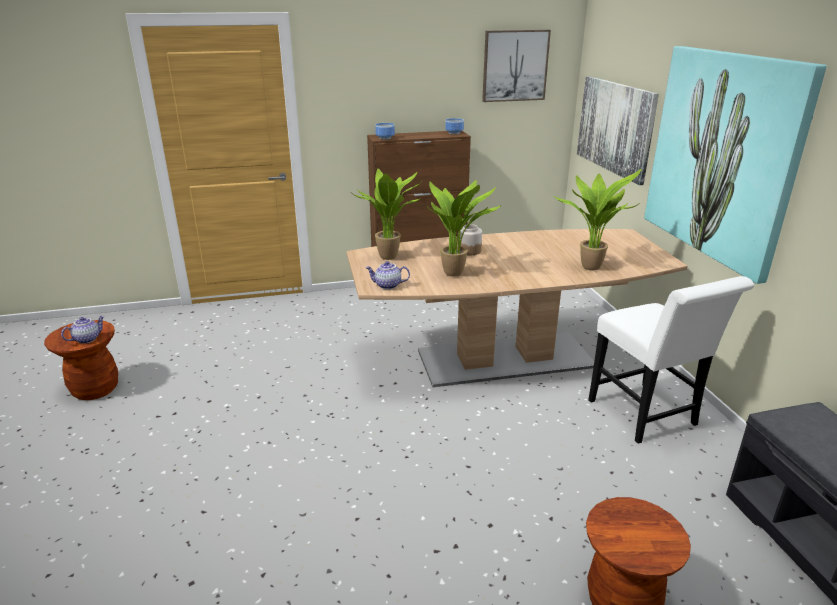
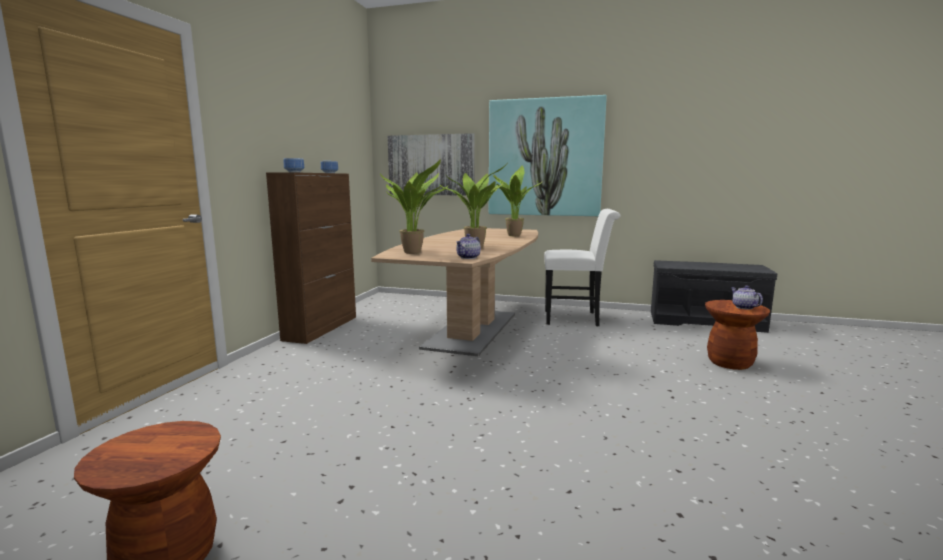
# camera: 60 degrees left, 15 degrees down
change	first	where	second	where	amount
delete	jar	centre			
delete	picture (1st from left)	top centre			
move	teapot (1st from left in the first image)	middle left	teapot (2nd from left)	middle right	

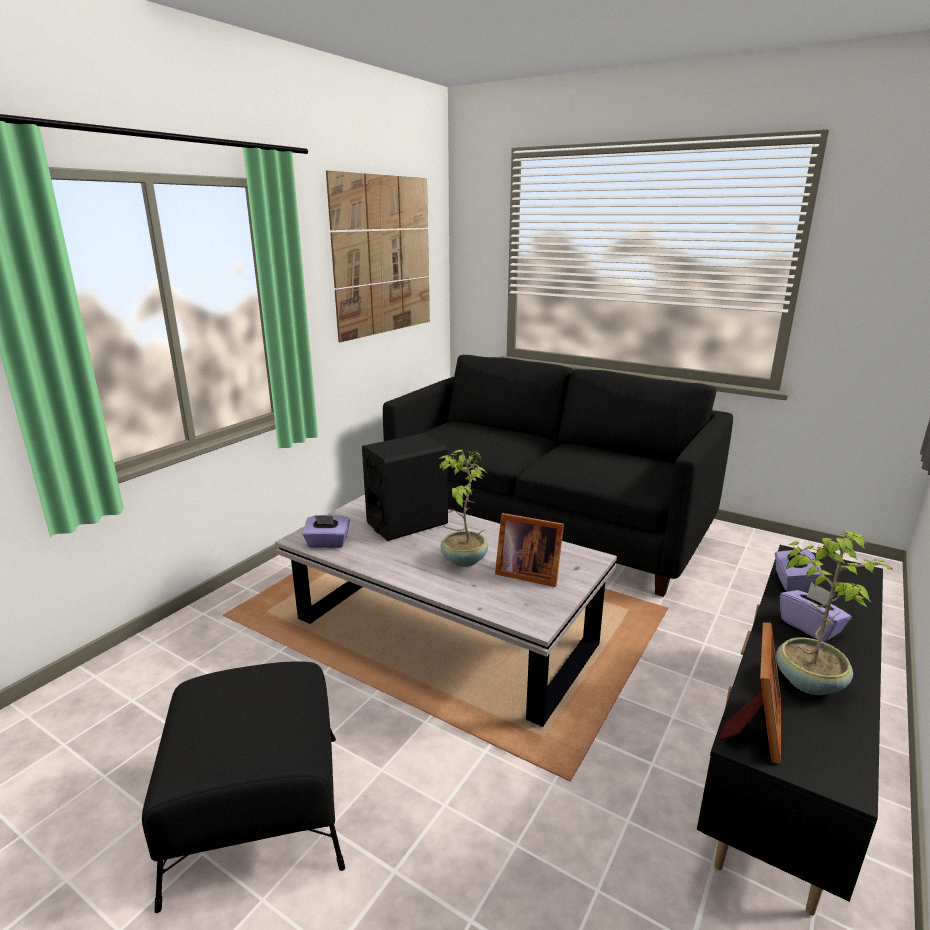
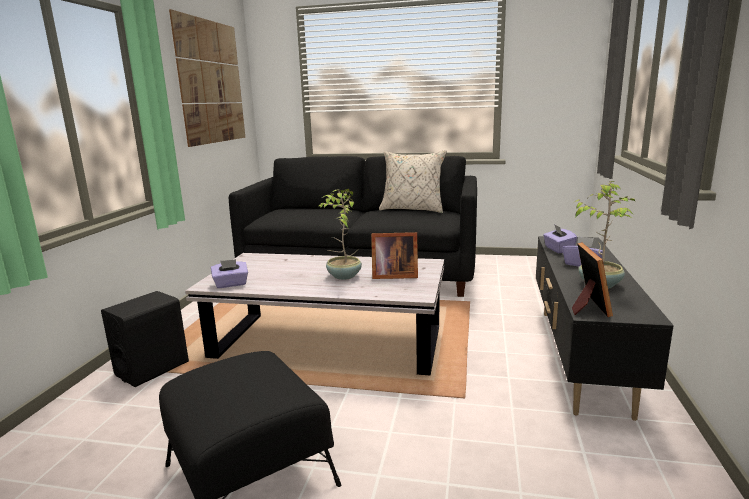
# camera: 20 degrees left, 5 degrees down
change	first	where	second	where	amount
insert			pillow (beige)	centre	
move	speaker (black)	centre		bottom left	

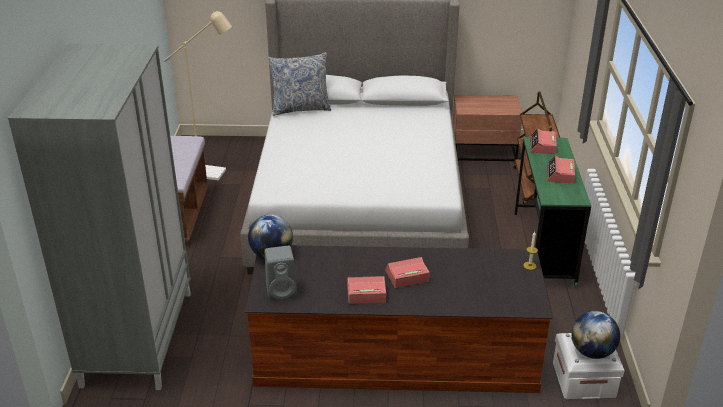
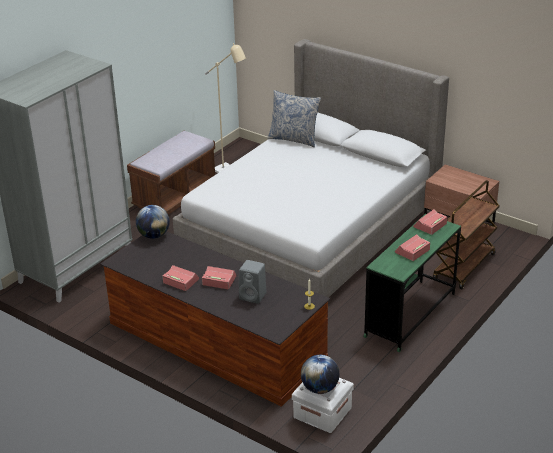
# camera: 35 degrees right, 0 degrees up
change	first	where	second	where	amount
move	speaker (grey)	bottom centre		centre	

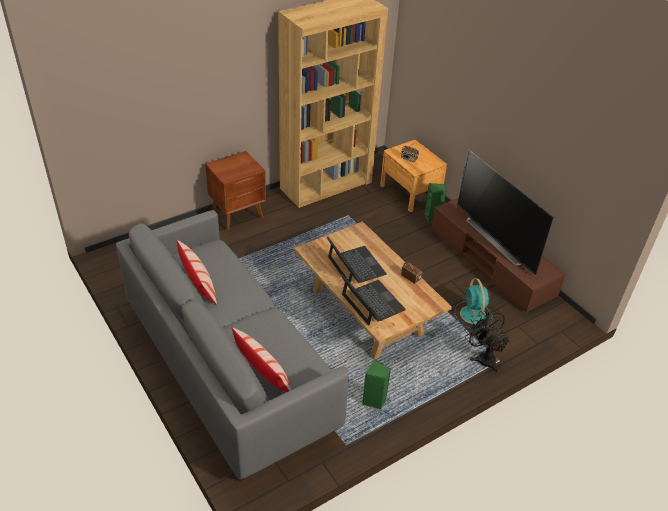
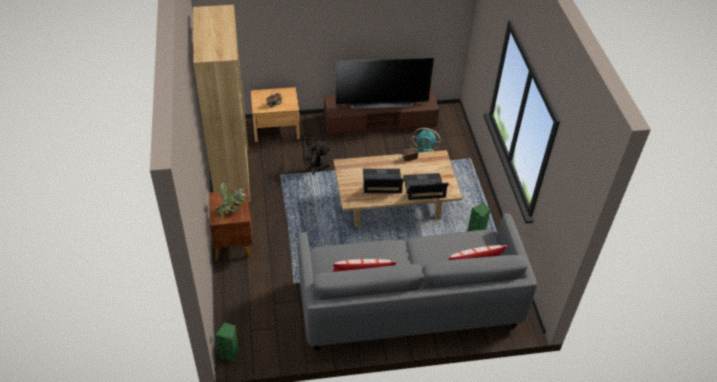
# camera: 65 degrees left, 5 degrees up
change	first	where	second	where	amount
insert			potted plant	middle left	
move	speaker (green) (2nd from left in the first image)	centre	speaker (green) (1st from left)	bottom left	
move	fan (black)	middle right		centre	

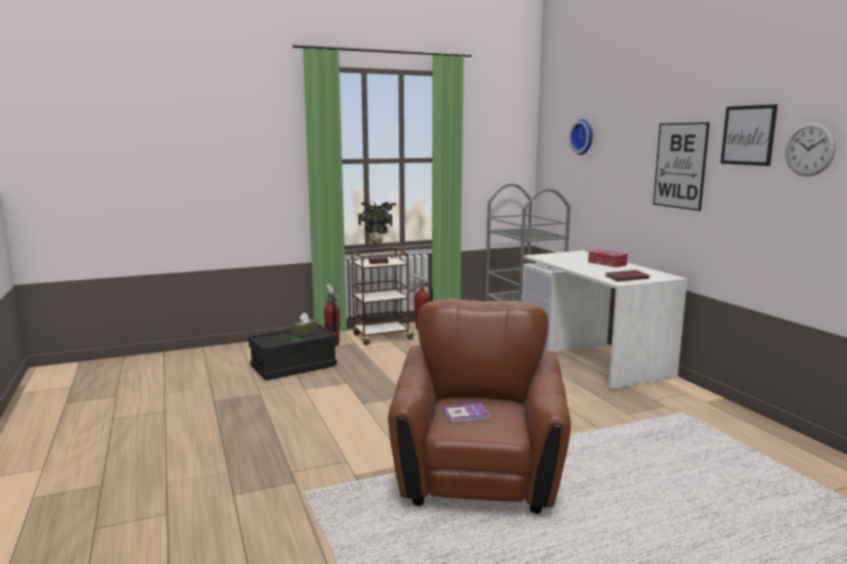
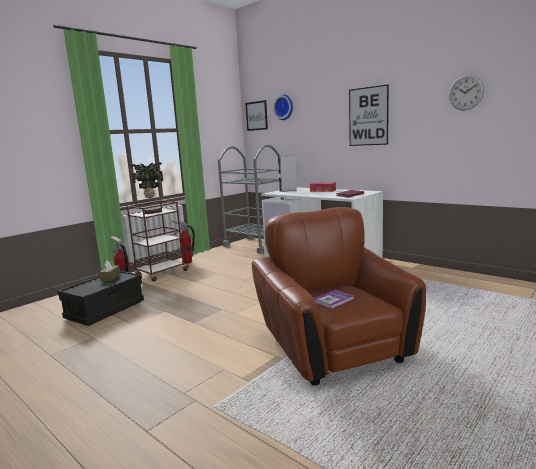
# camera: 25 degrees left, 0 degrees up
change	first	where	second	where	amount
insert			speaker (grey)	centre	
move	picture (2nd from left in the first image)	top right	picture (1st from left)	top centre	

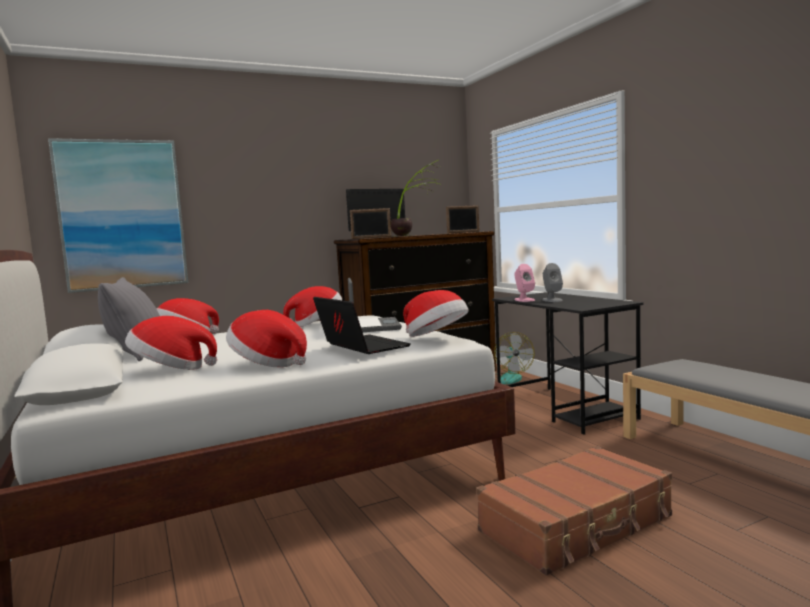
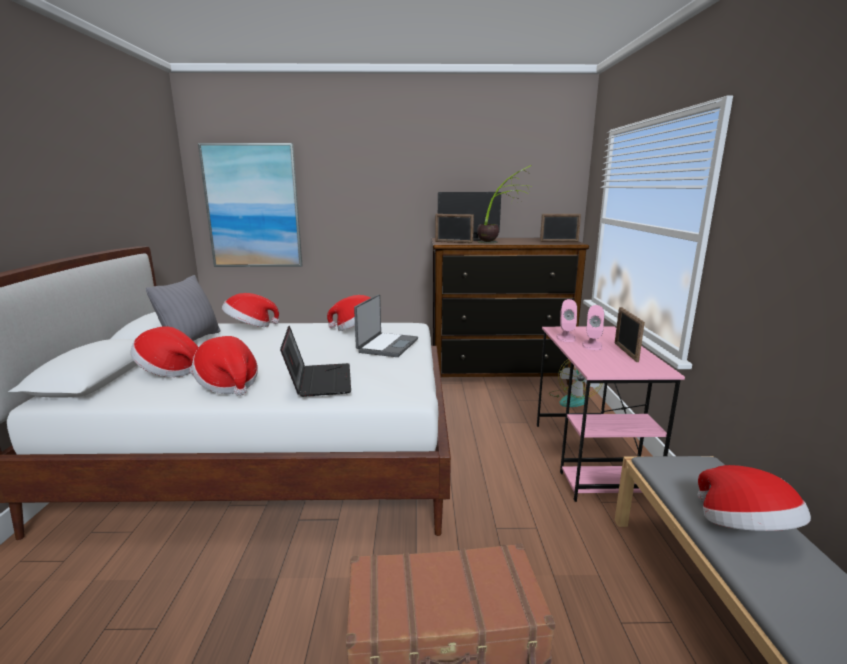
# camera: 25 degrees right, 10 degrees up
change	first	where	second	where	amount
insert			picture frame (3rd from left)	middle right	
move	hat (5th from left)	centre		bottom right	
recolor	desk (black)	middle right	desk (pink)	middle right	
recolor	speaker (grey)	middle right	speaker (pink) (2nd from left)	middle right	

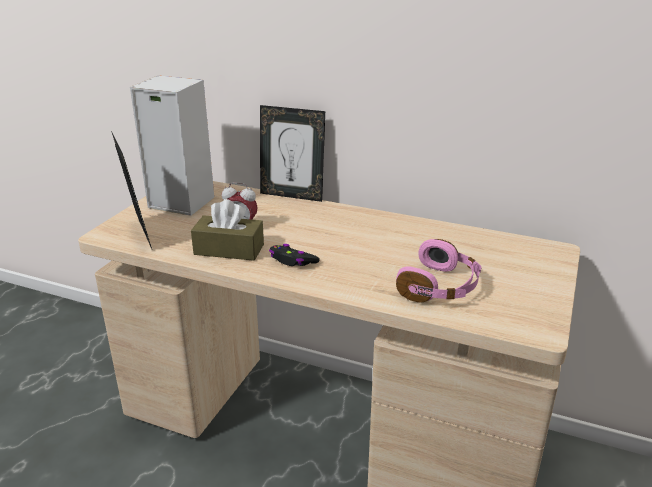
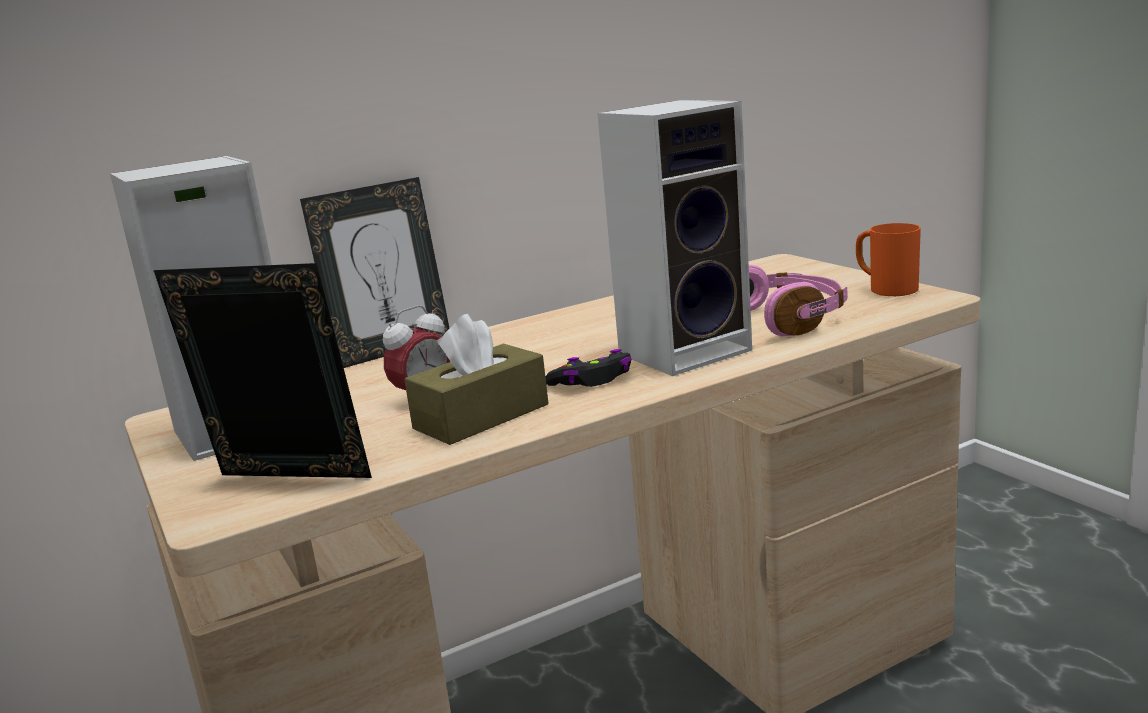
# camera: 50 degrees left, 10 degrees down
change	first	where	second	where	amount
insert			speaker (2nd from left)	centre	
insert			mug (orange)	middle right	

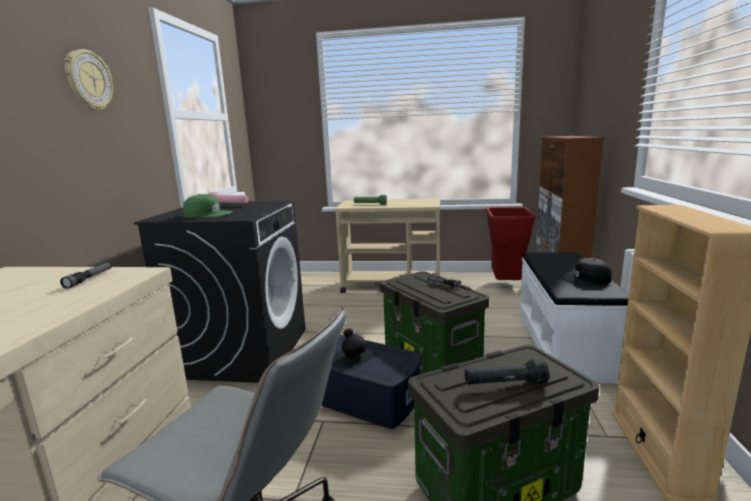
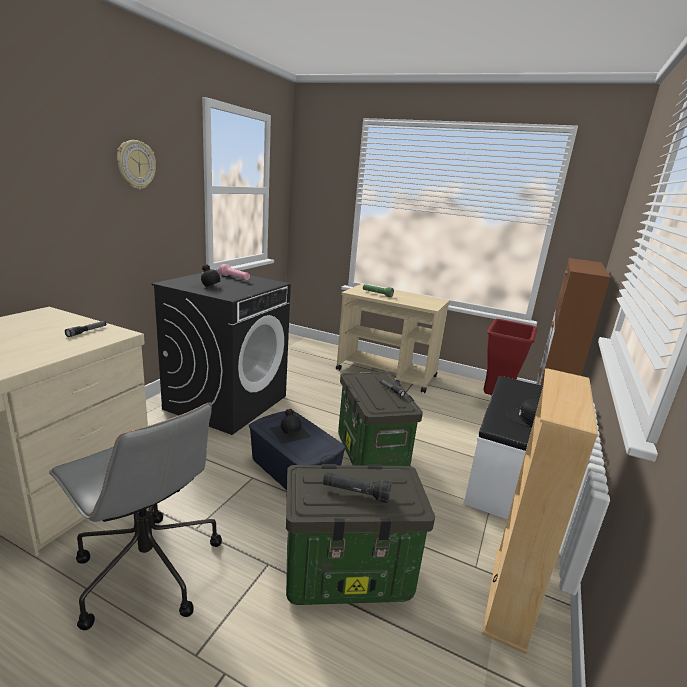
# camera: 15 degrees right, 5 degrees up
change	first	where	second	where	amount
replace	cap (green)	middle left	bottle (black) (1st from left)	middle left	

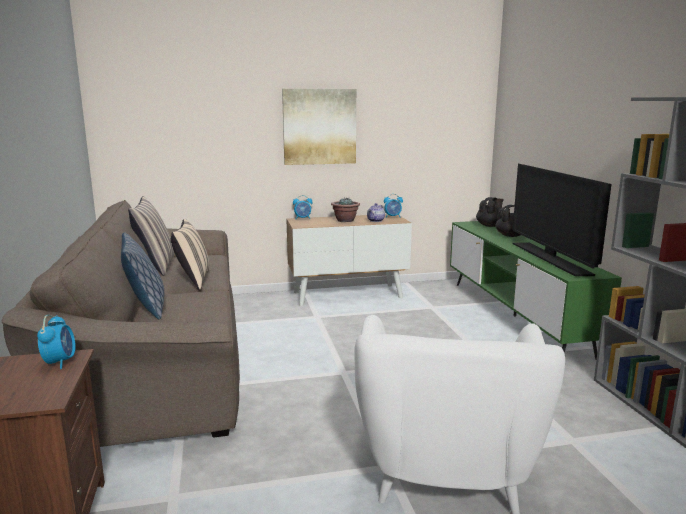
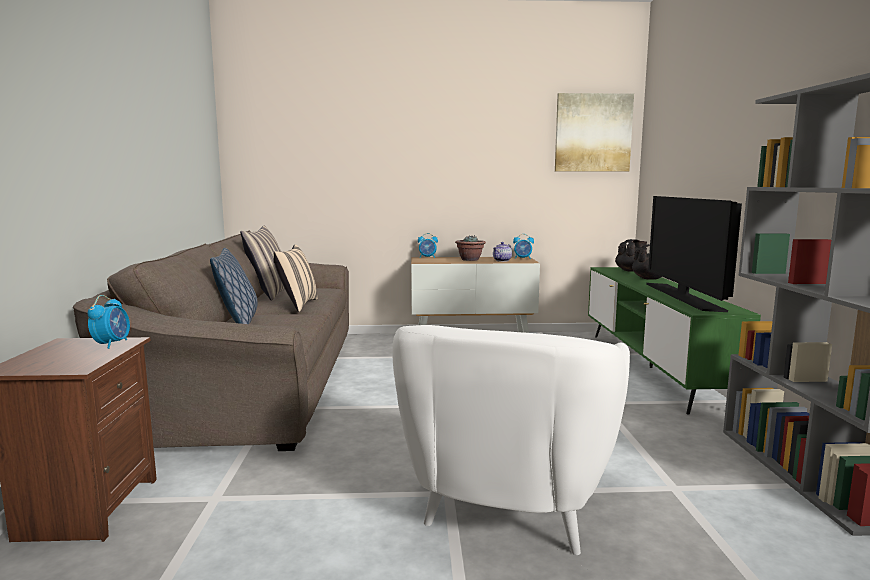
# camera: 10 degrees right, 5 degrees down
change	first	where	second	where	amount
move	picture	top centre		top right	

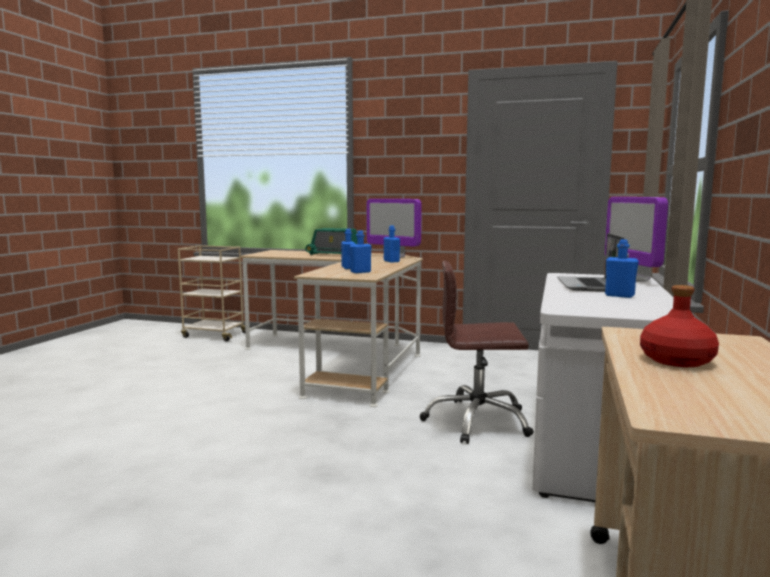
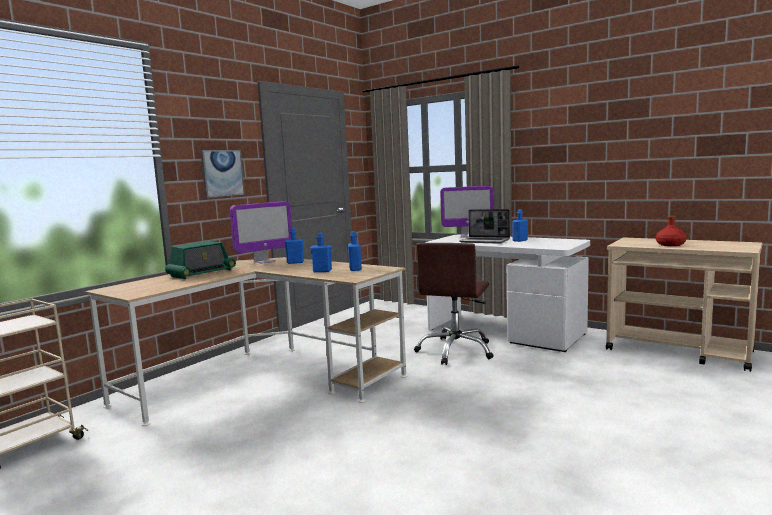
# camera: 70 degrees left, 0 degrees up
change	first	where	second	where	amount
insert			picture	middle left	

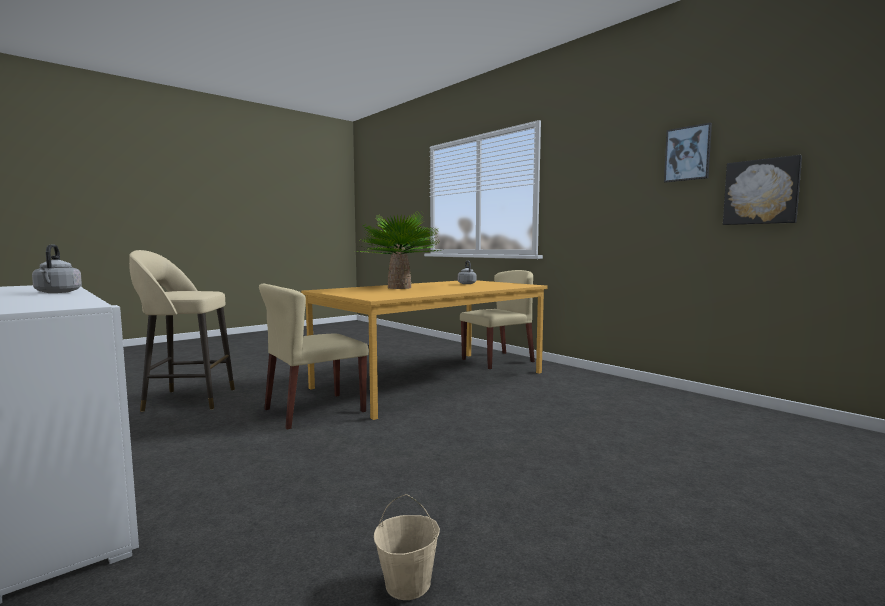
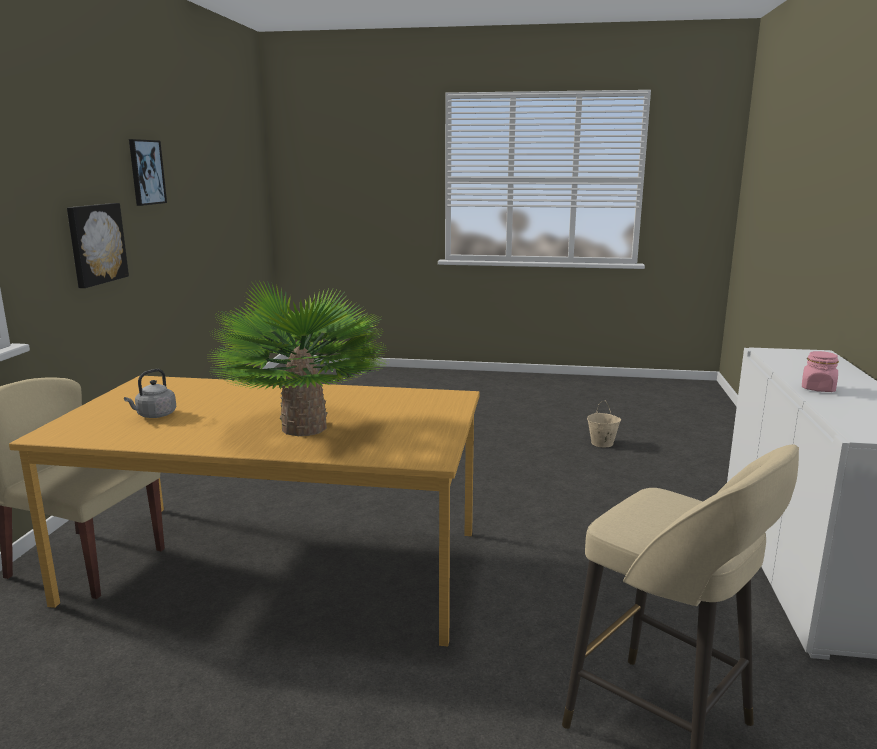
# camera: 130 degrees left, 10 degrees up
change	first	where	second	where	amount
delete	chair (beige) (1st from left)	centre			
move	picture (2nd from left in the first image)	top right	picture (1st from left)	top left	
replace	kettle (grey) (1st from left)	middle left	jar (pink)	middle right	

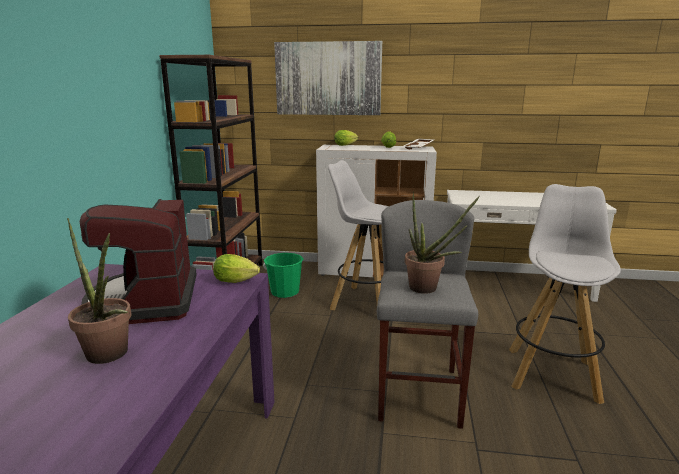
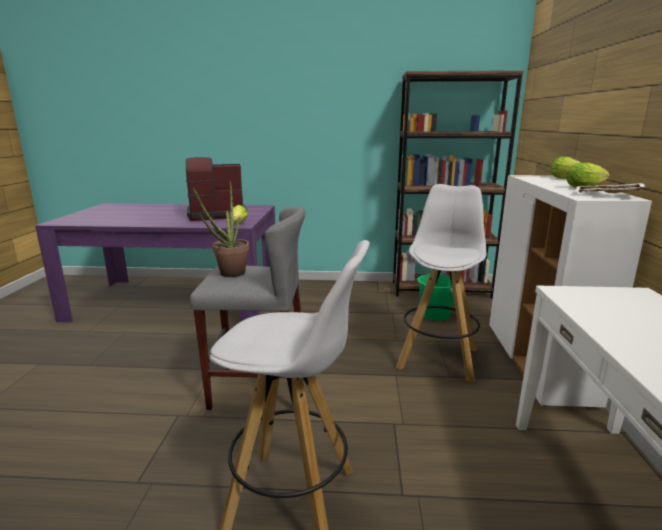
# camera: 85 degrees right, 0 degrees up
change	first	where	second	where	amount
delete	potted plant (1st from left)	middle left			
delete	picture	top centre			

